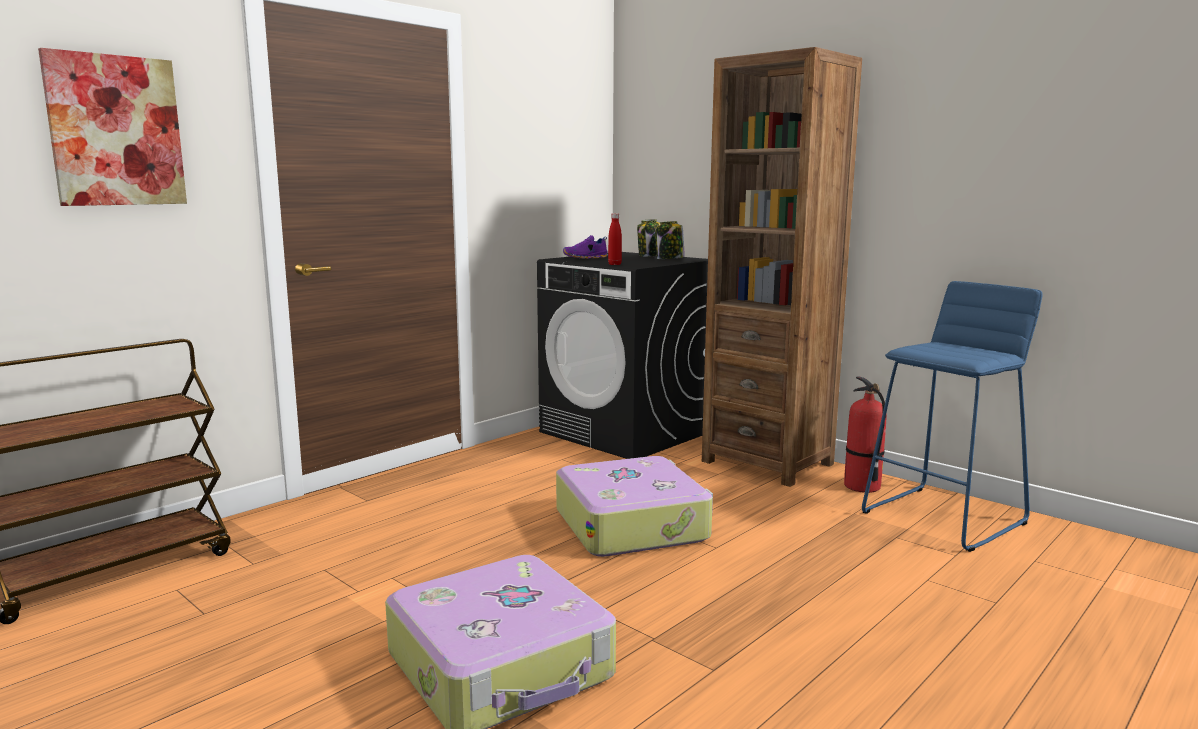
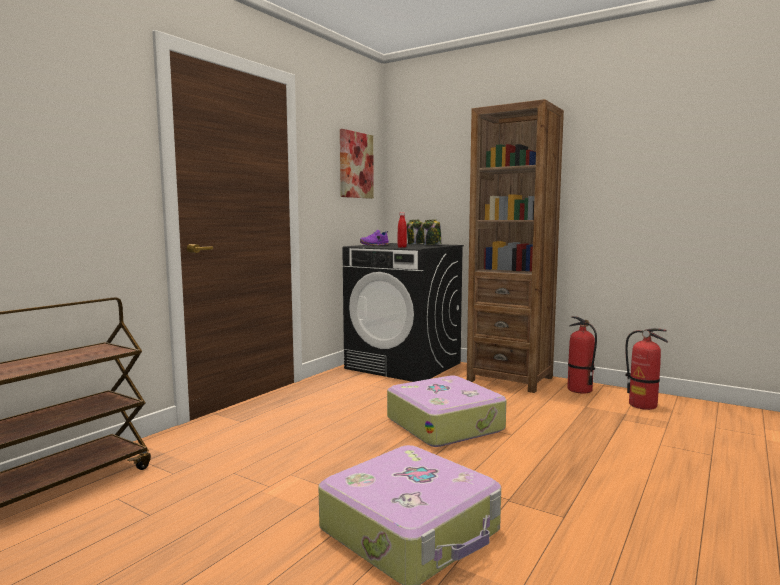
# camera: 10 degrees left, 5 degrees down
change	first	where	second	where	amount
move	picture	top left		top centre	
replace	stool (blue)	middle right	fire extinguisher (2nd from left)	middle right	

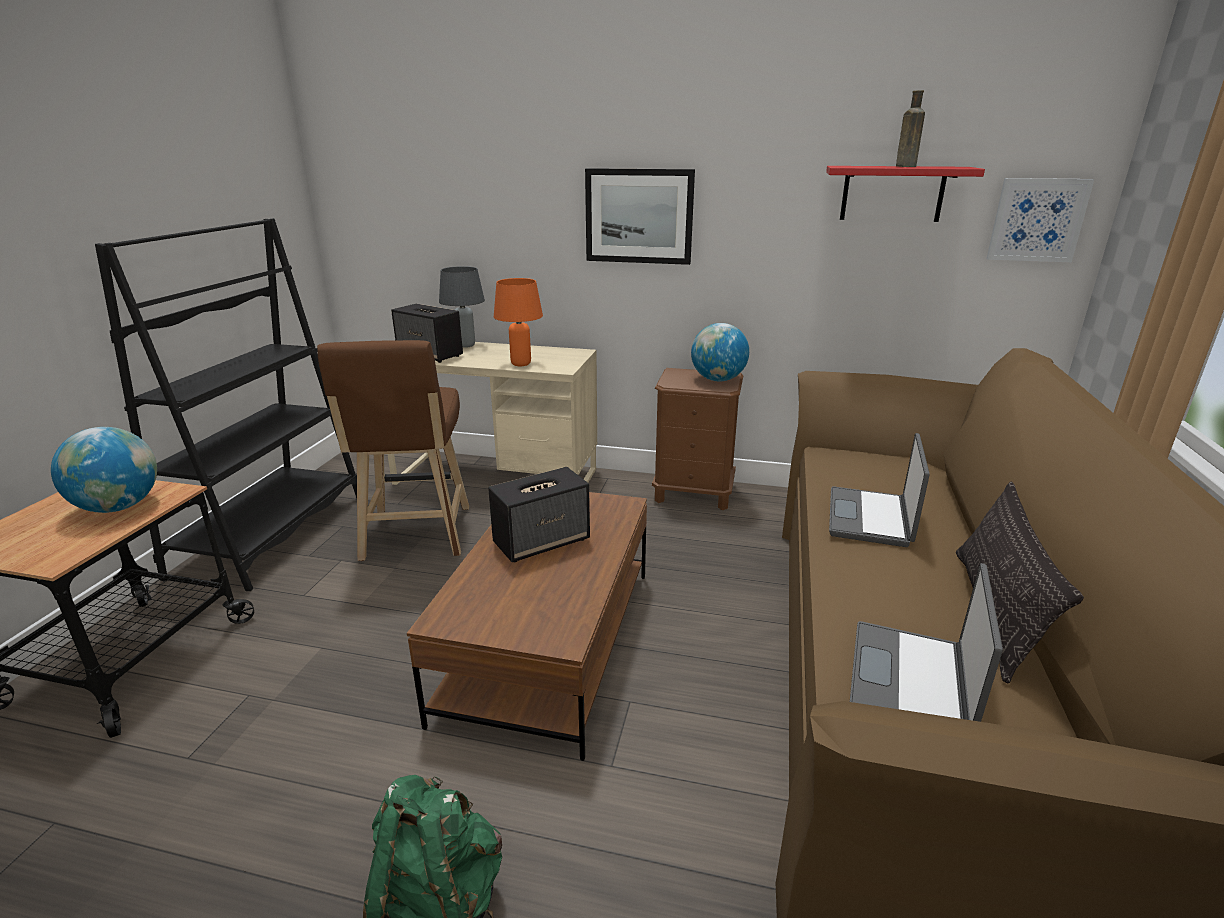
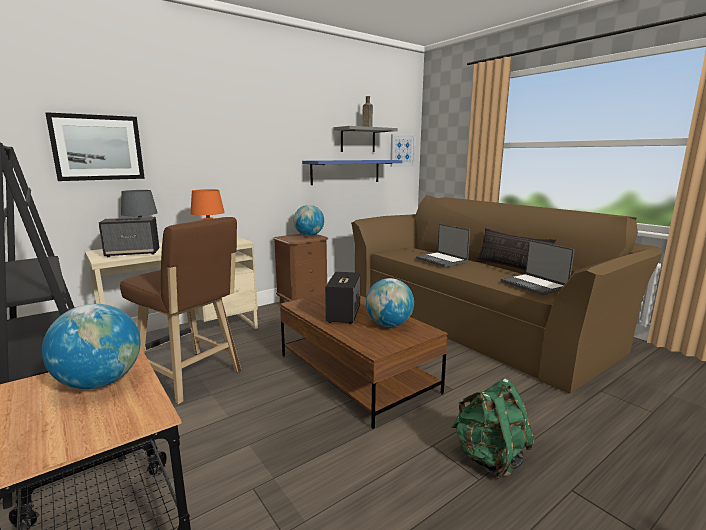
# camera: 50 degrees left, 10 degrees down
change	first	where	second	where	amount
insert			shelf (blue)	top centre	
insert			globe (3rd from left)	centre	
move	picture (1st from left)	top centre		top left	
recolor	shelf (red)	top right	shelf (grey)	top centre	

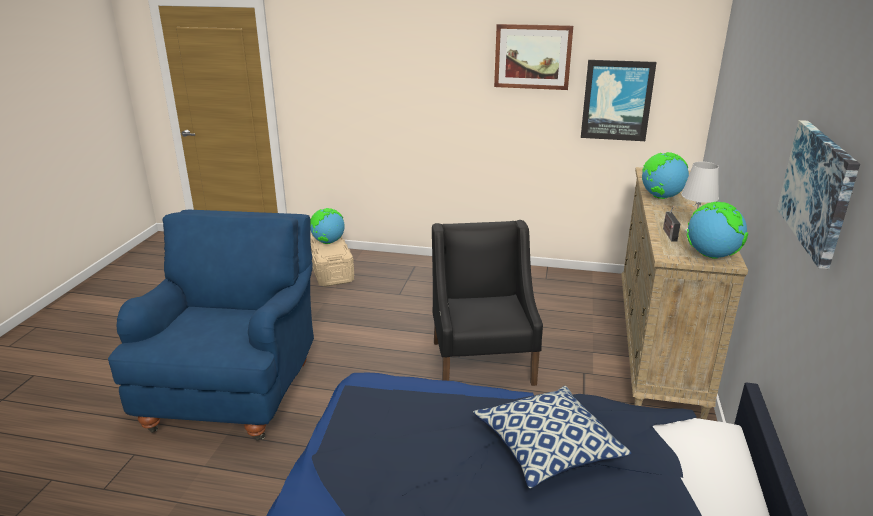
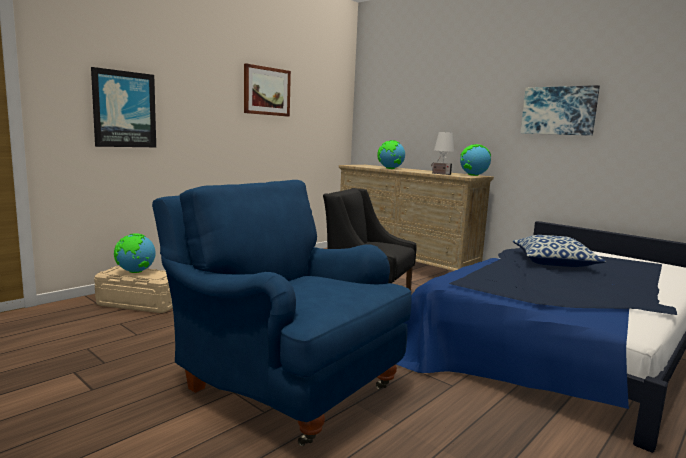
# camera: 60 degrees left, 15 degrees down
change	first	where	second	where	amount
move	picture (2nd from left in the first image)	top right	picture (1st from left)	top left	

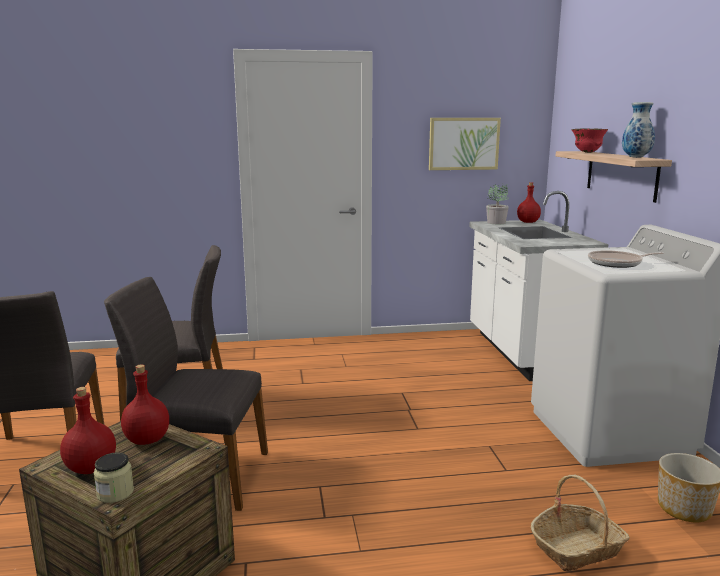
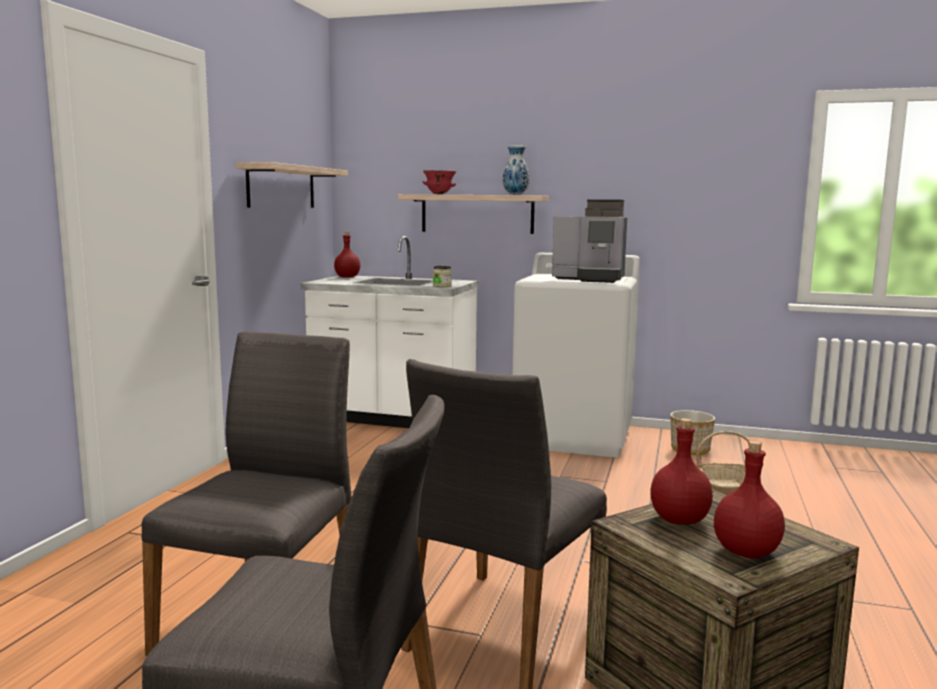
# camera: 65 degrees left, 5 degrees down
change	first	where	second	where	amount
delete	potted plant	middle right			
move	jar	bottom left		centre	
replace	picture	top centre	shelf (1st from left)	top left	
replace	frying pan	middle right	coffee machine	centre	

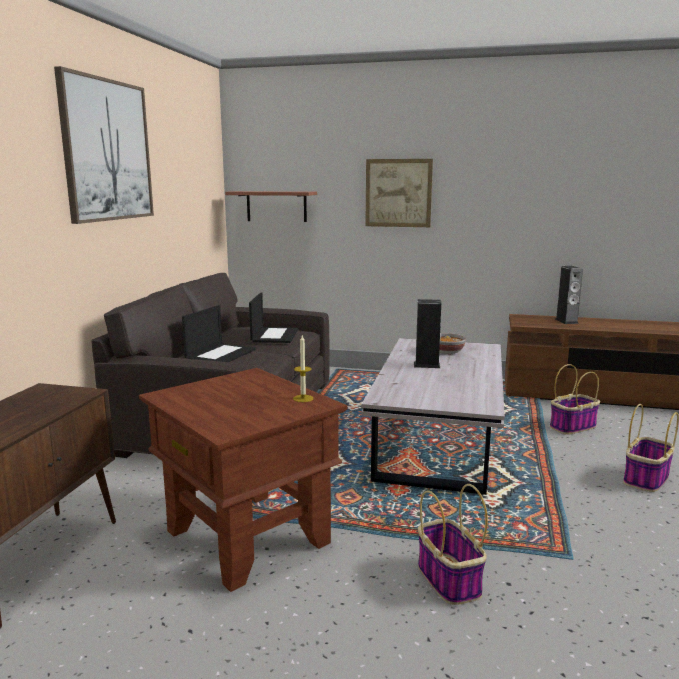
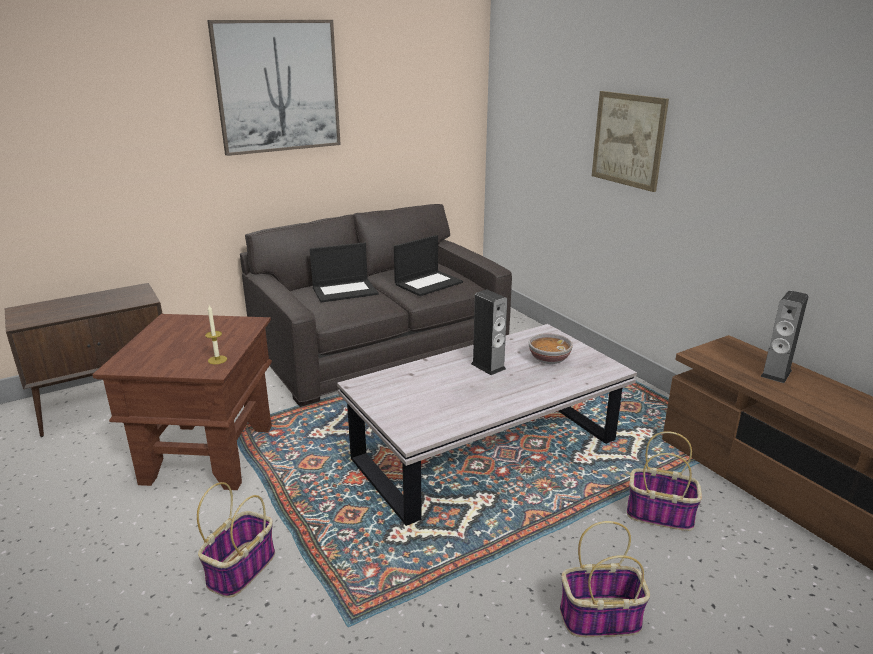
# camera: 45 degrees right, 10 degrees up
change	first	where	second	where	amount
delete	shelf	top centre			

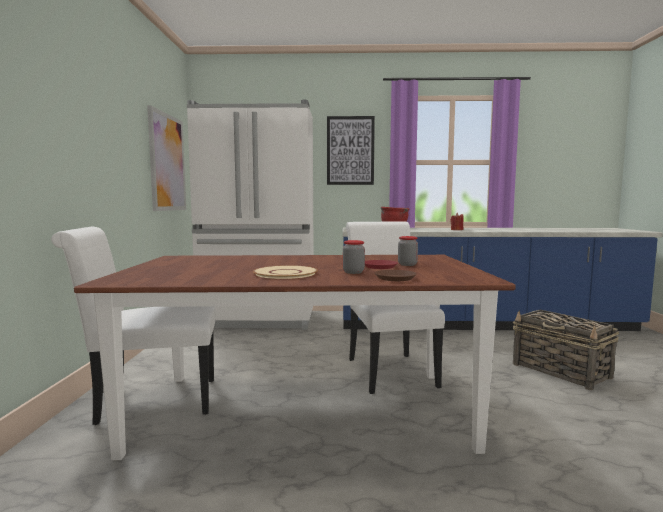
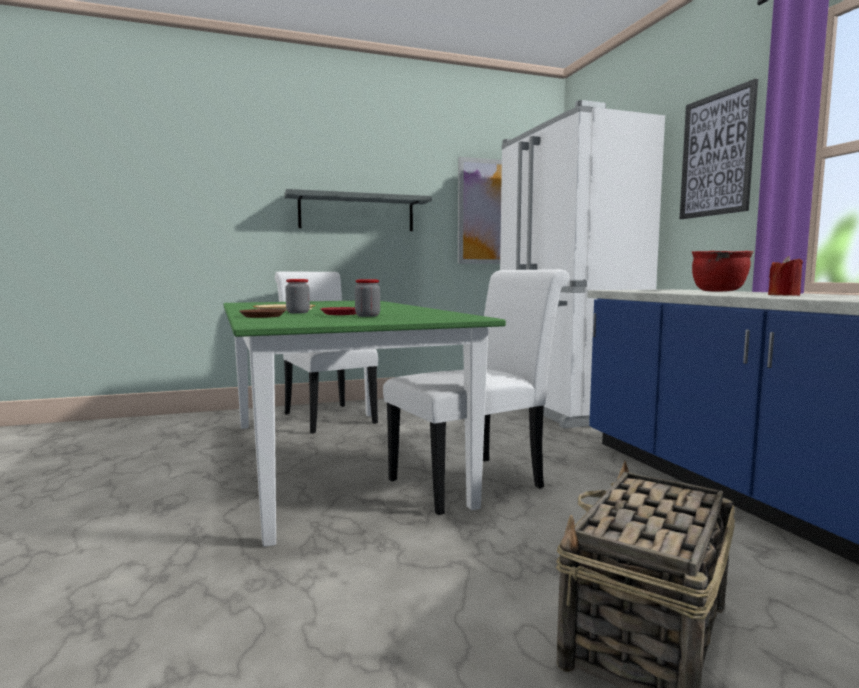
# camera: 70 degrees right, 0 degrees up
change	first	where	second	where	amount
insert			shelf (grey)	top centre	
recolor	dining table (brown)	bottom centre	dining table (green)	centre	

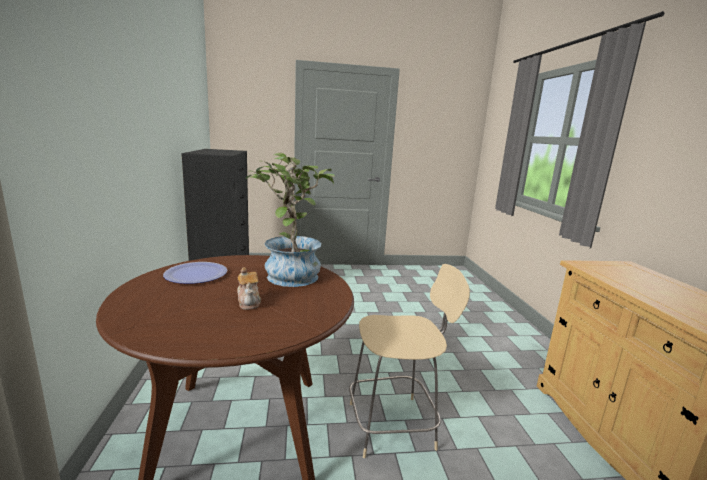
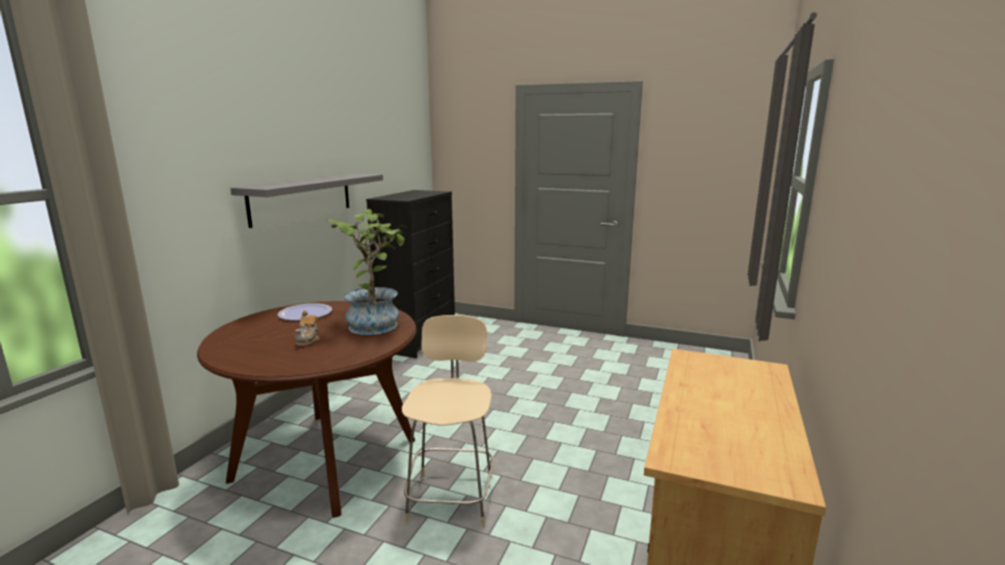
# camera: 30 degrees right, 0 degrees up
change	first	where	second	where	amount
insert			shelf (grey)	middle left	
rotate	chair (beige)	bottom centre		bottom centre	105 degrees counterclockwise

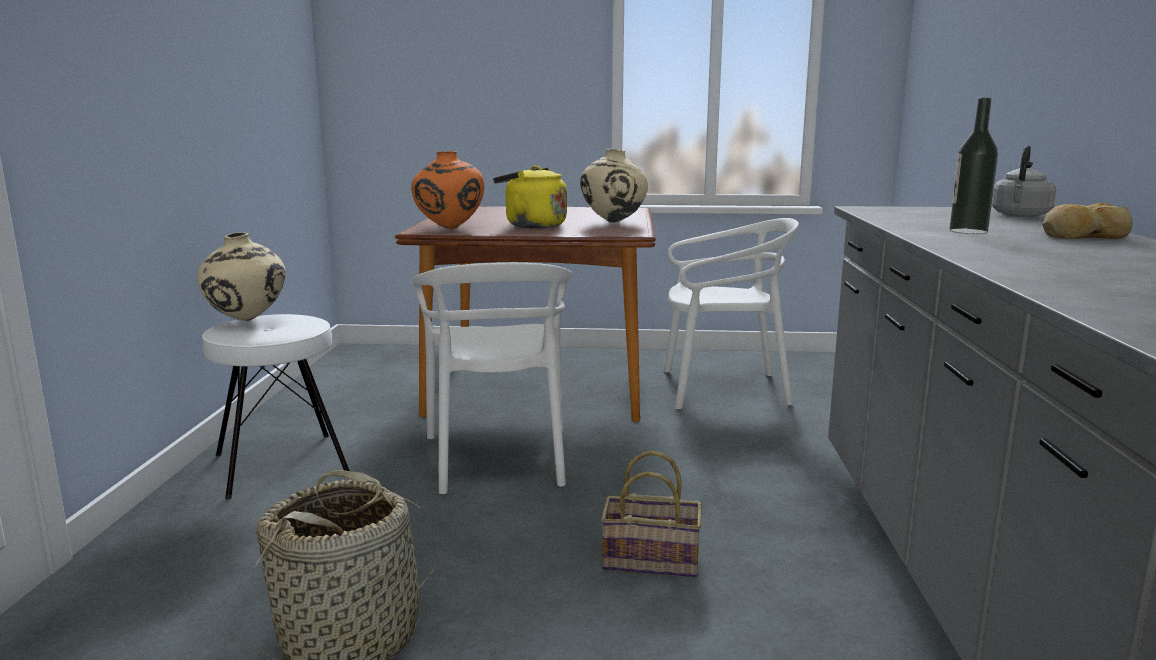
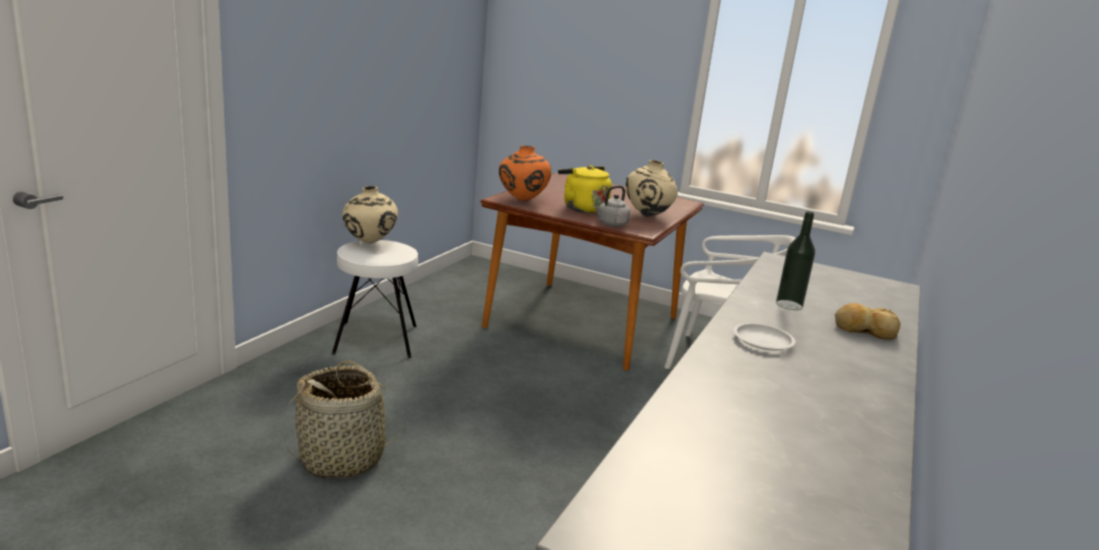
# camera: 20 degrees right, 5 degrees up
change	first	where	second	where	amount
delete	chair (white) (1st from left)	centre			
delete	basket (2nd from left)	bottom centre			
insert			plate (white)	middle right	
move	kettle (grey)	top right		centre	

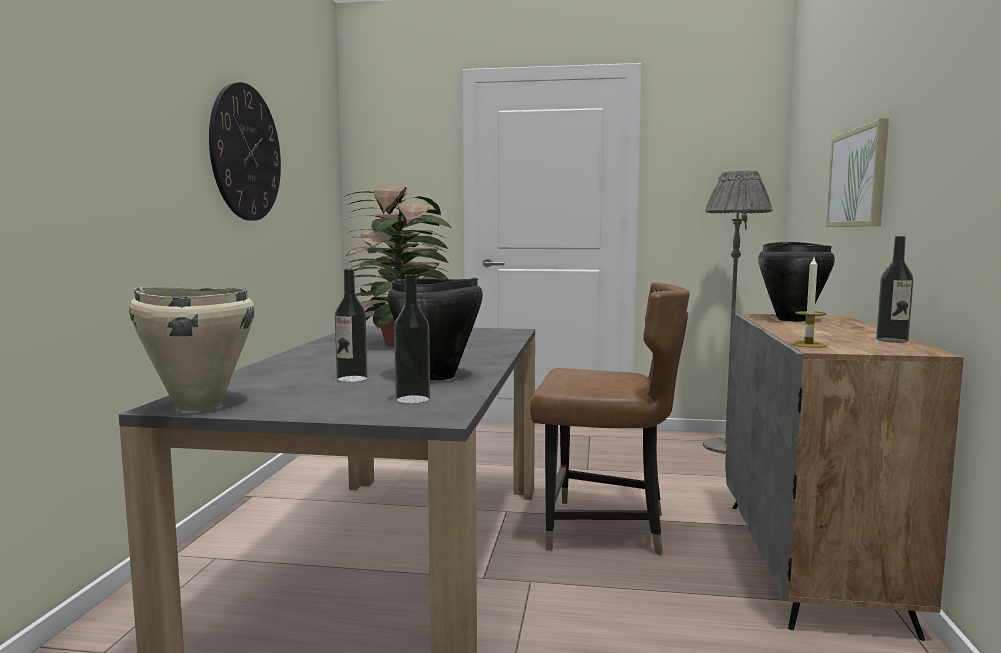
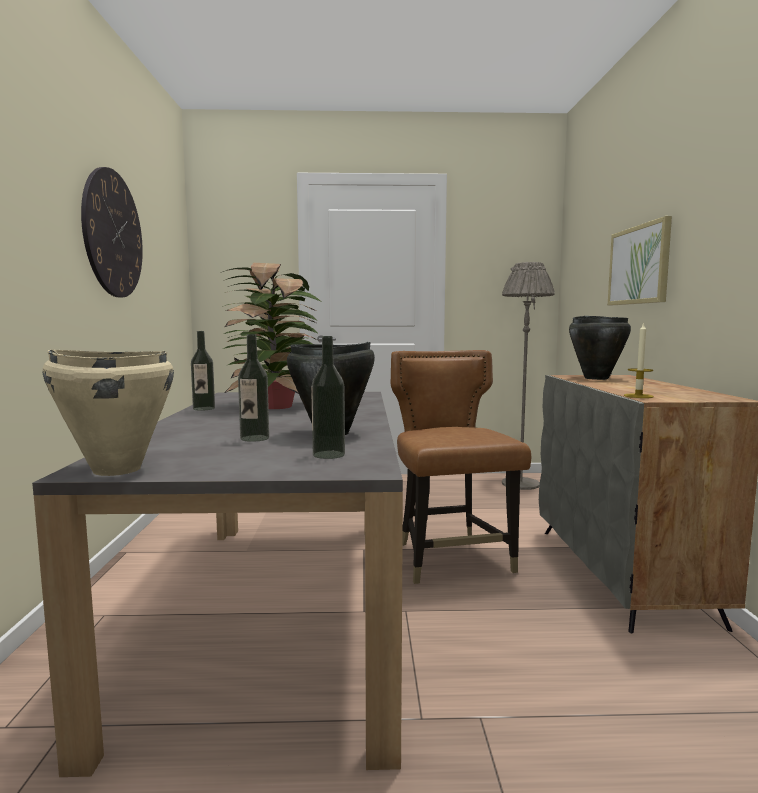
# camera: 10 degrees left, 0 degrees up
change	first	where	second	where	amount
move	bottle (3rd from left in the first image)	middle right	bottle (1st from left)	middle left	
rotate	chair (brown)	centre		centre	105 degrees counterclockwise

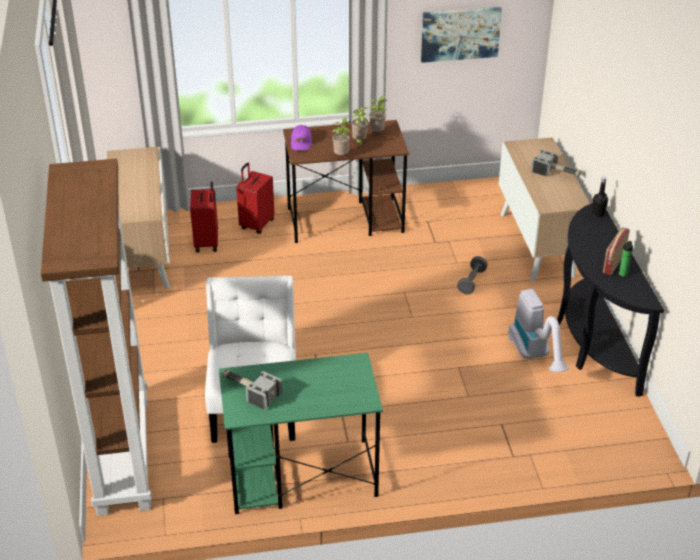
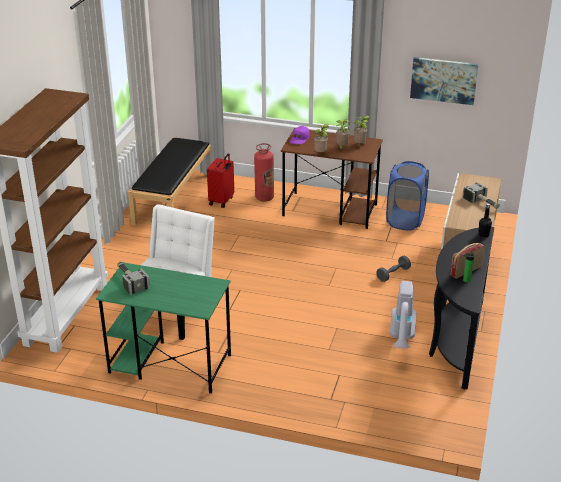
# camera: 25 degrees right, 5 degrees down
change	first	where	second	where	amount
insert			laundry basket (blue)	middle right	
replace	cabinet (1st from left)	middle left	bench (black)	middle left	
replace	suitcase (red) (2nd from left)	centre	fire extinguisher	centre	

